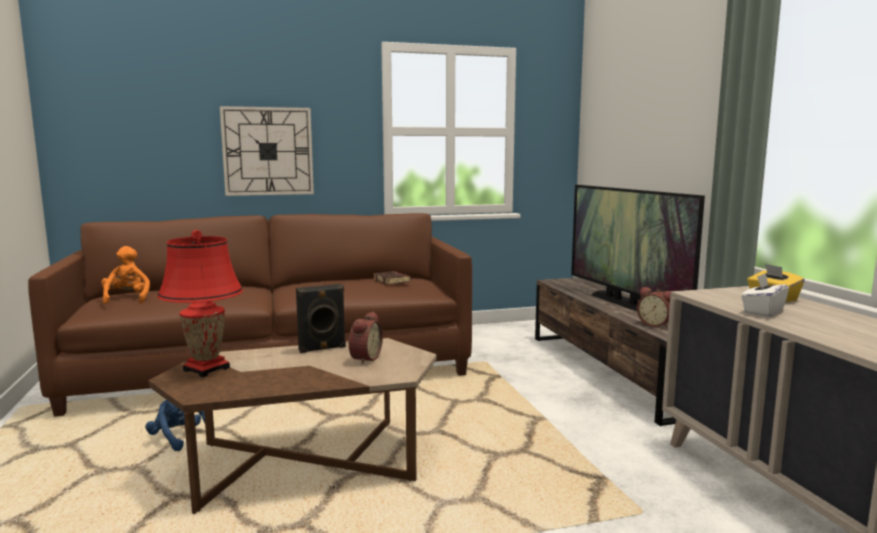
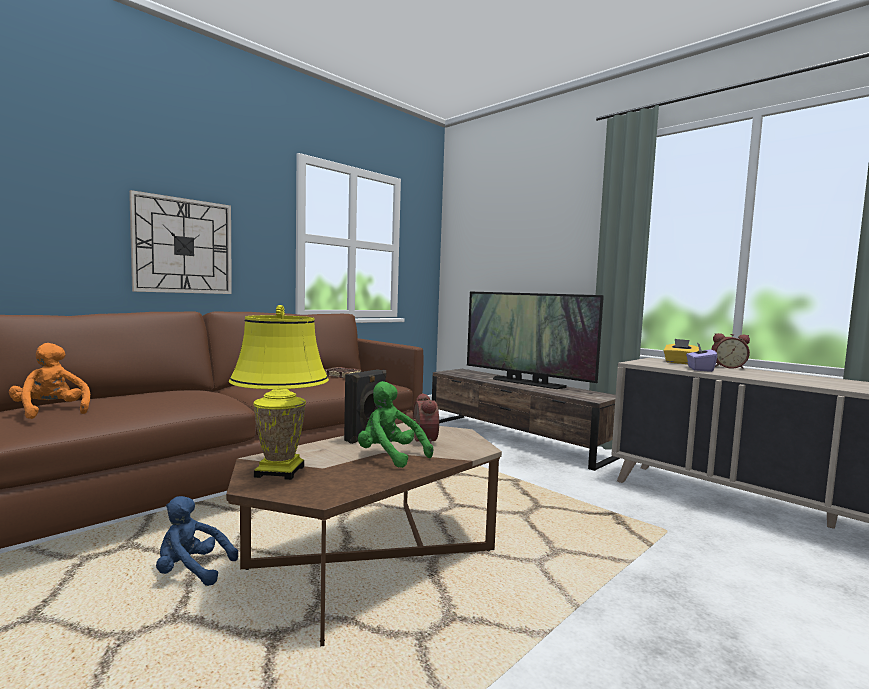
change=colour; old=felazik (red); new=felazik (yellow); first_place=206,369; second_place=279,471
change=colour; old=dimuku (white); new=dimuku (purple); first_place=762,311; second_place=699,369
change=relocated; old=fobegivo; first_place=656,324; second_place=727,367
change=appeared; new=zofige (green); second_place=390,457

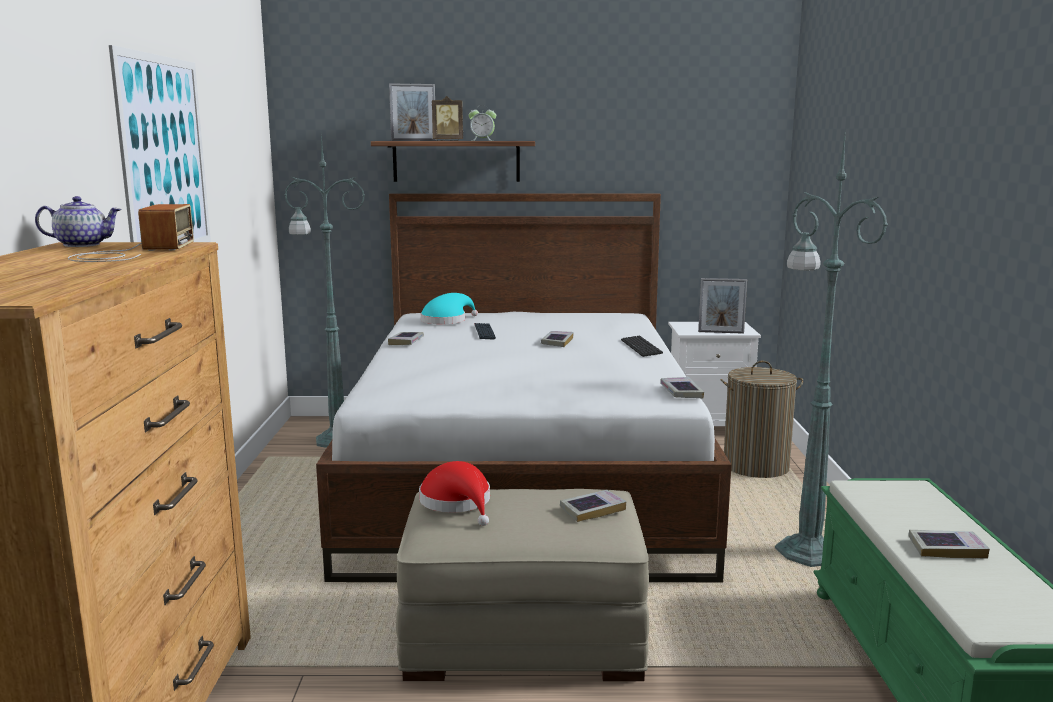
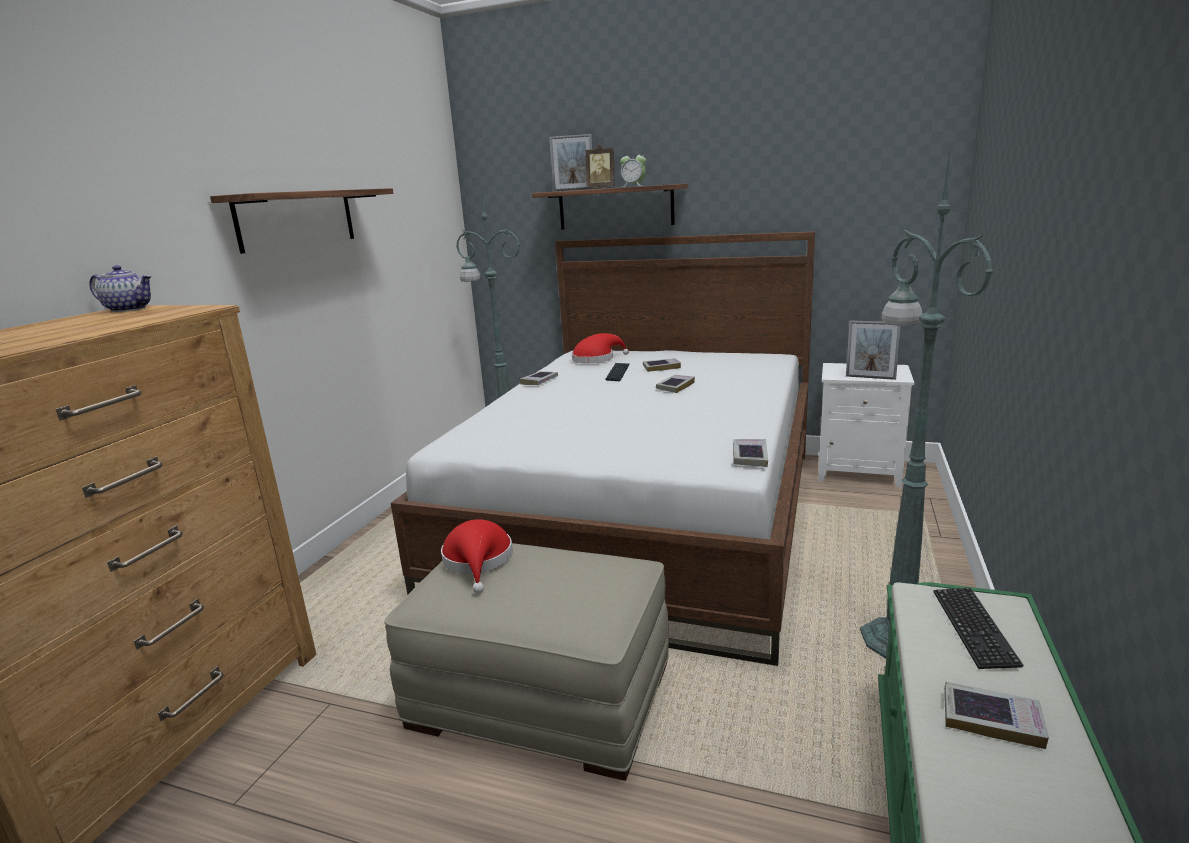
change=exchanged; old=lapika; new=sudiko; first_place=165,156; second_place=297,219
change=missing; old=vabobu; first_place=133,252
change=colour; old=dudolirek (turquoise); new=dudolirek (red); first_place=446,320; second_place=596,359
change=relocated; old=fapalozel; first_place=641,348; second_place=973,628
change=missing; old=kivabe; first_place=756,466
change=relocated; old=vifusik; first_place=592,510; second_place=661,367

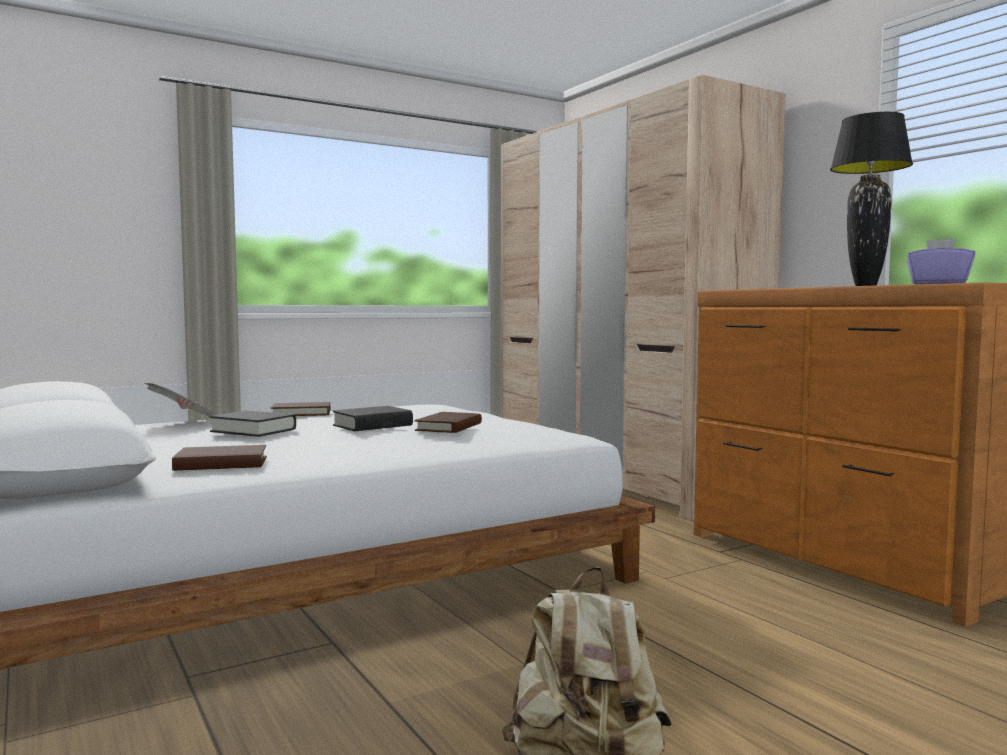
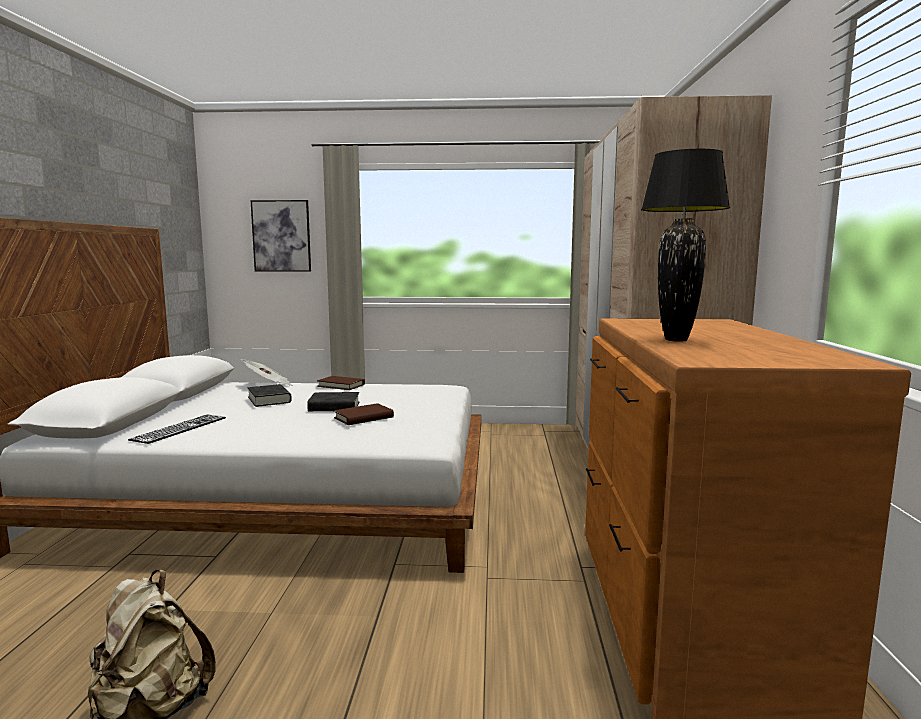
change=missing; old=dimuku (purple); first_place=938,283
change=exchanged; old=vifusik (brown); new=fapalozel; first_place=221,464; second_place=180,428
change=appeared; new=lapika; second_place=281,236

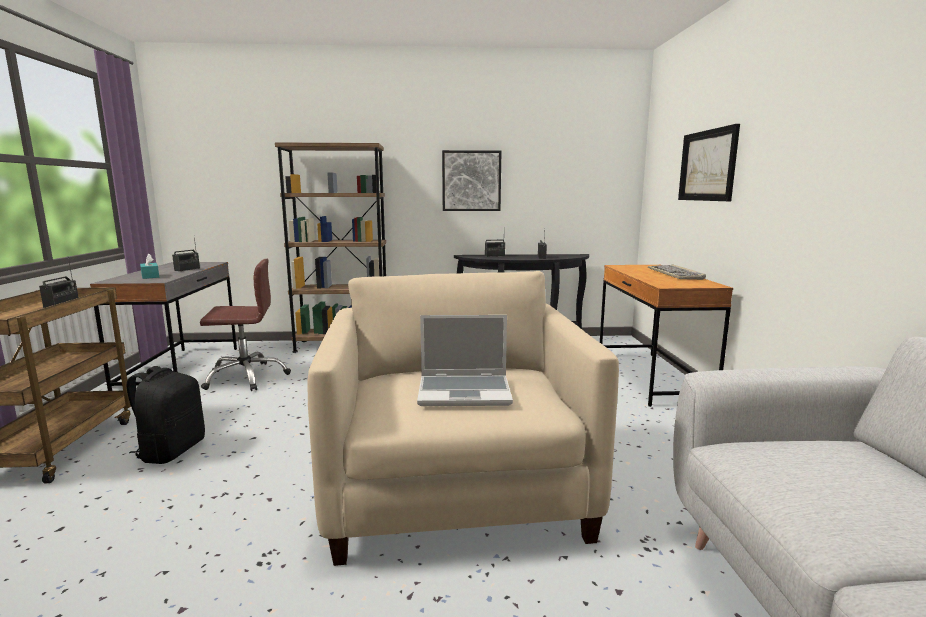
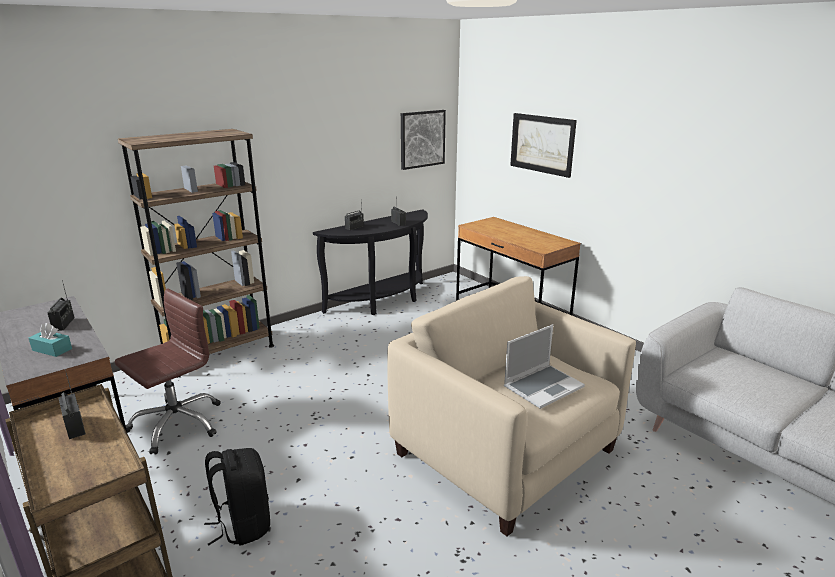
change=relocated; old=lapika; first_place=471,181; second_place=422,139
change=missing; old=fapalozel; first_place=675,274

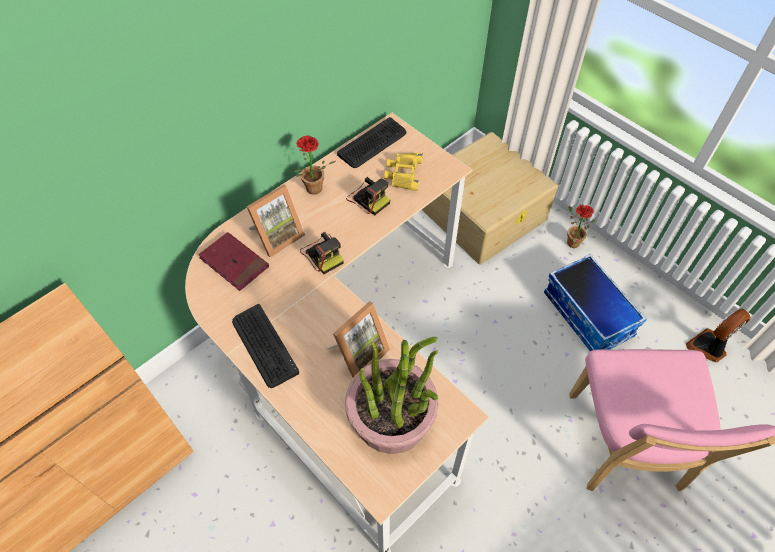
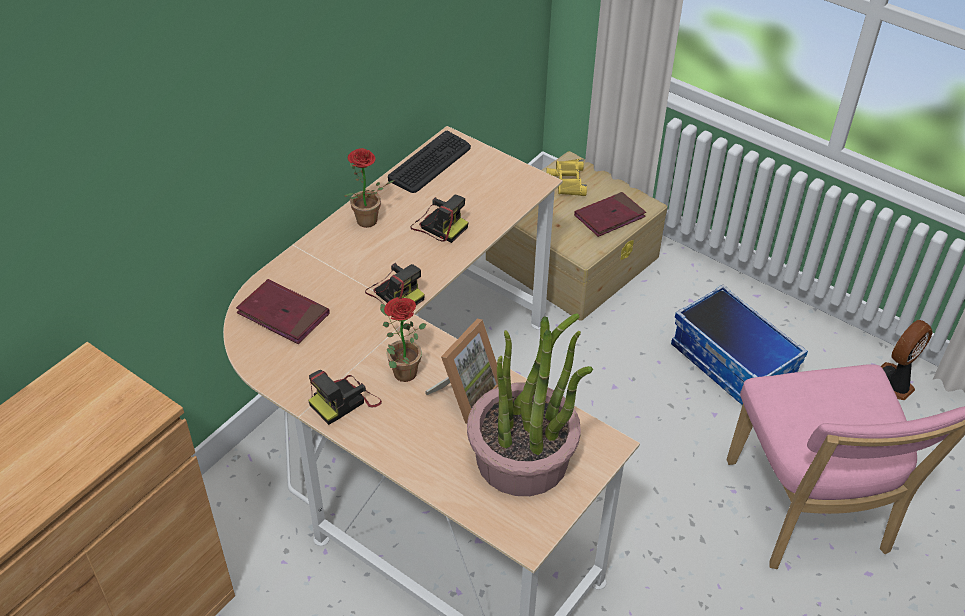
change=relocated; old=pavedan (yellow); first_place=403,173; second_place=566,181
change=missing; old=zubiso; first_place=277,236
change=relocated; old=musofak; first_place=570,241; second_place=400,370
change=exchanged; old=fapalozel; new=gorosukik; first_place=264,346; second_place=345,401
change=appeared; new=vifusik (red); second_place=609,217

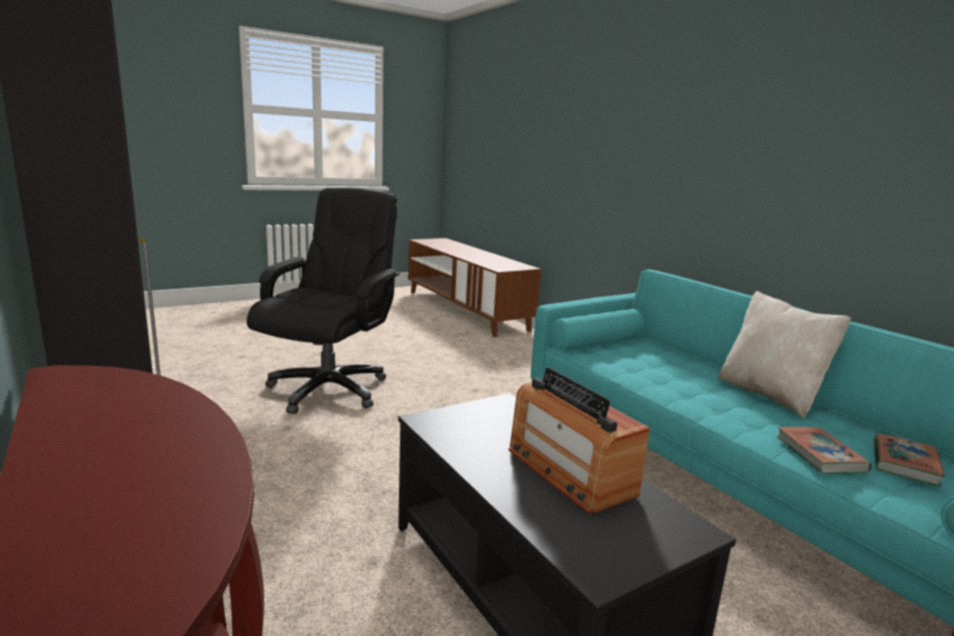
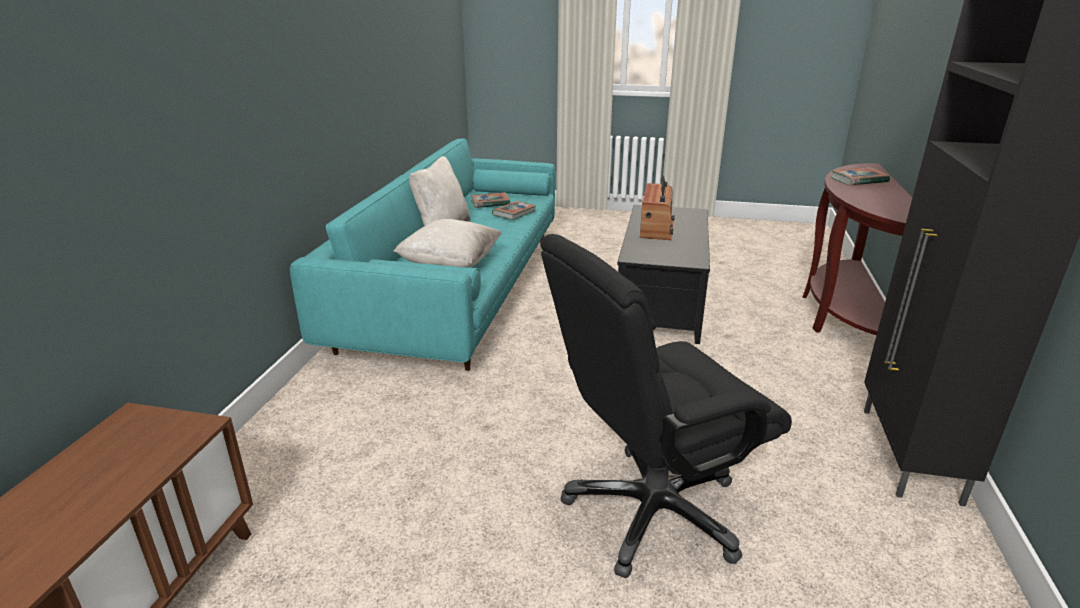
change=appeared; new=vifusik; second_place=859,180
change=appeared; new=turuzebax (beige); second_place=450,265

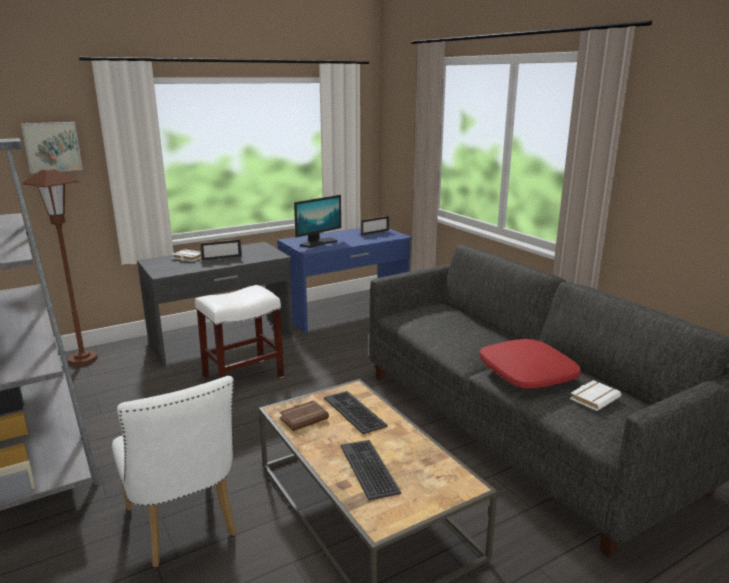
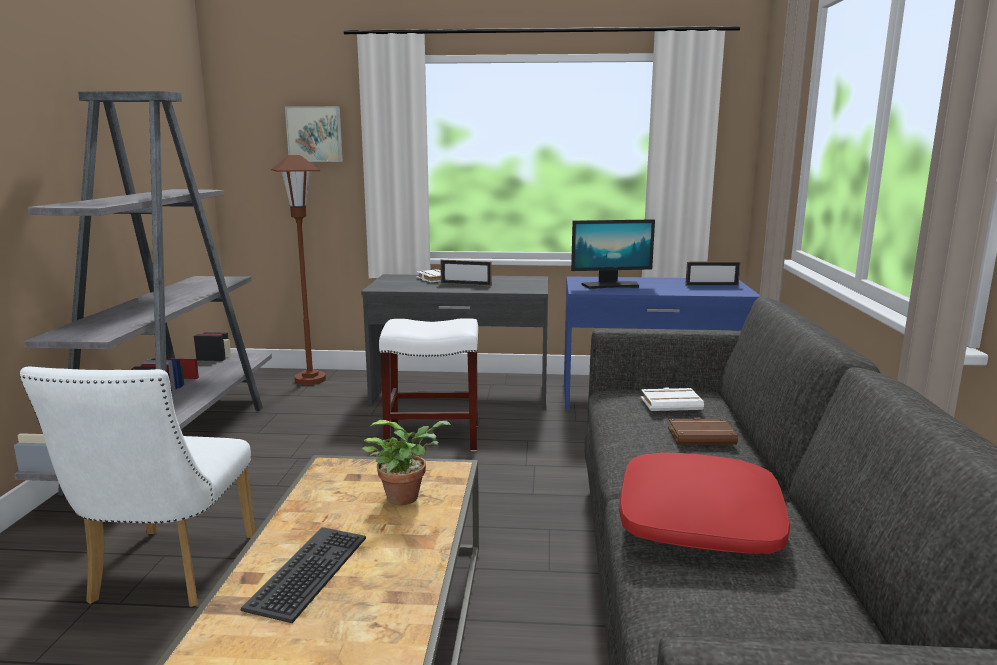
change=relocated; old=vifusik (white); first_place=594,398; second_place=671,404
change=exchanged; old=fapalozel; new=musofak; first_place=355,412; second_place=407,497
change=relocated; old=vifusik (brown); first_place=304,418; second_place=702,436

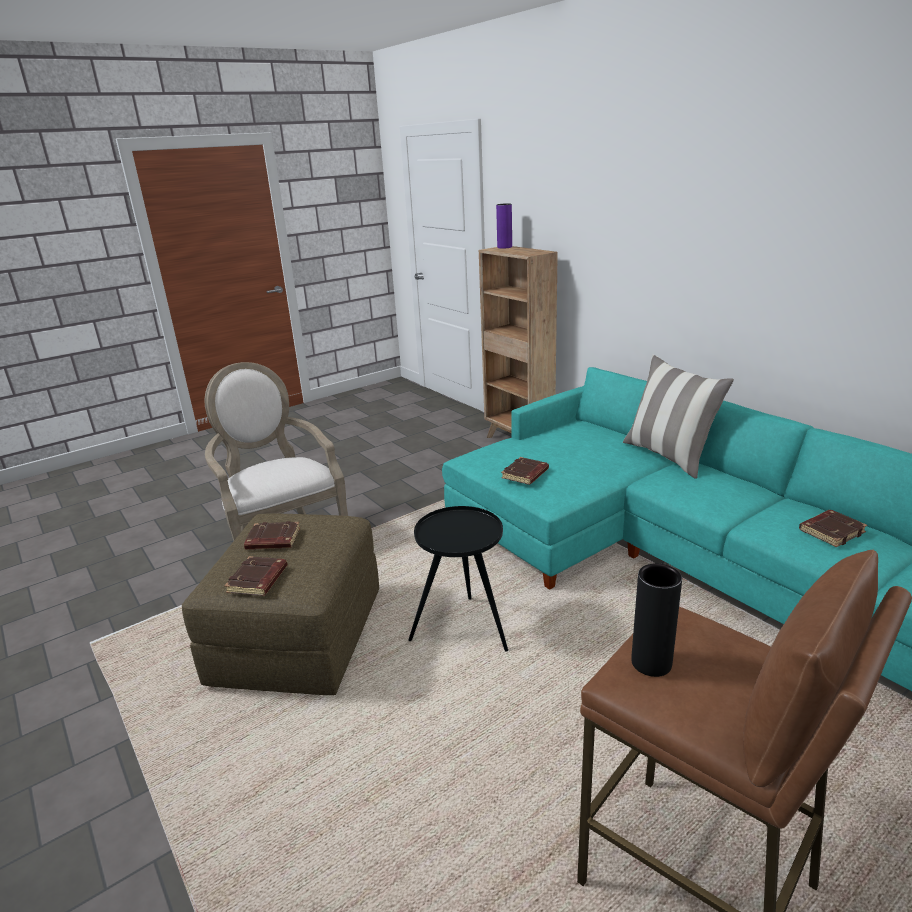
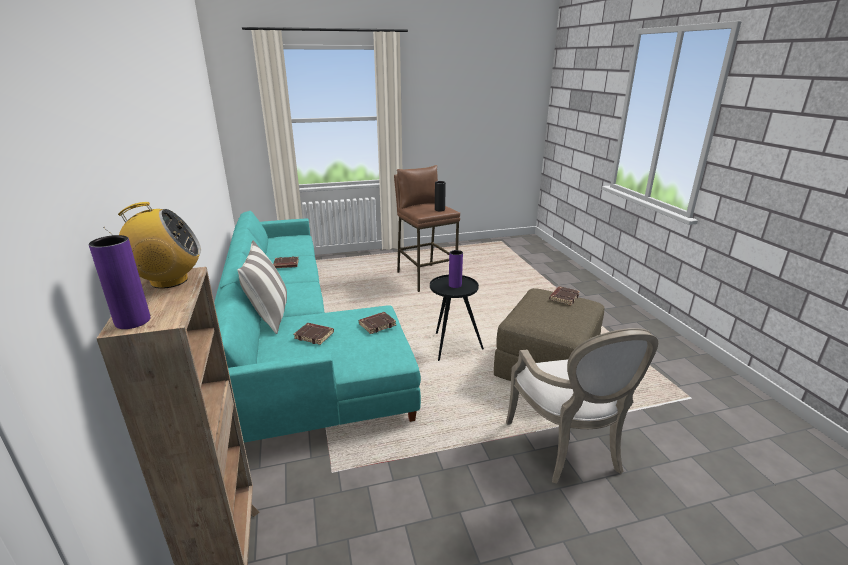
change=relocated; old=vifusik (brown); first_place=272,540; second_place=315,335
change=appeared; new=vabobu; second_place=168,281
change=appeared; new=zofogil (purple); second_place=455,285

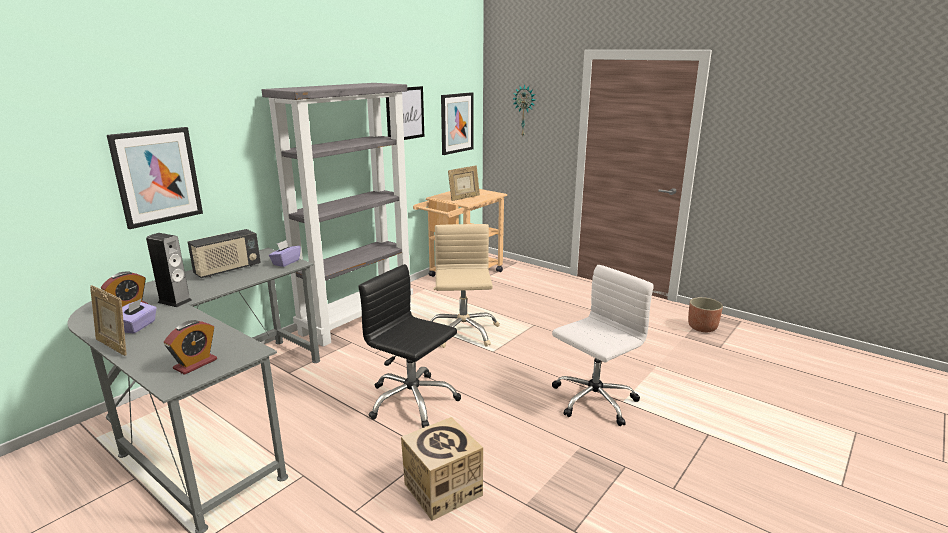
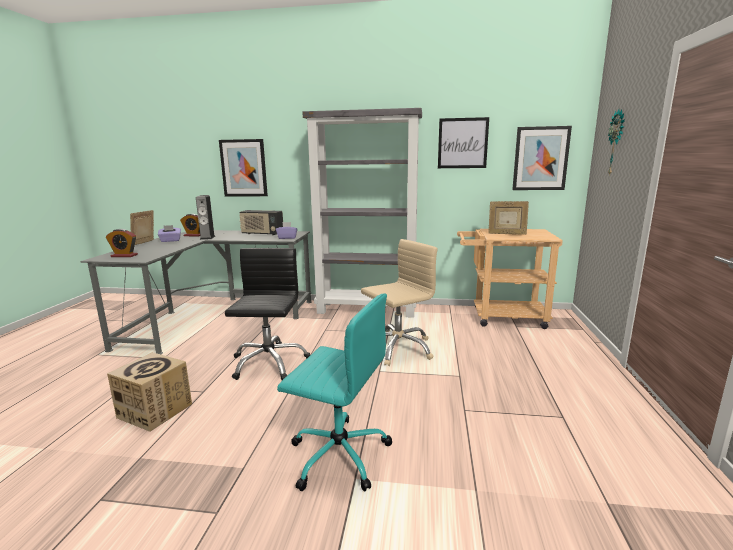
change=colour; old=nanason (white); new=nanason (turquoise); first_place=593,401; second_place=338,454
change=missing; old=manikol; first_place=702,328

